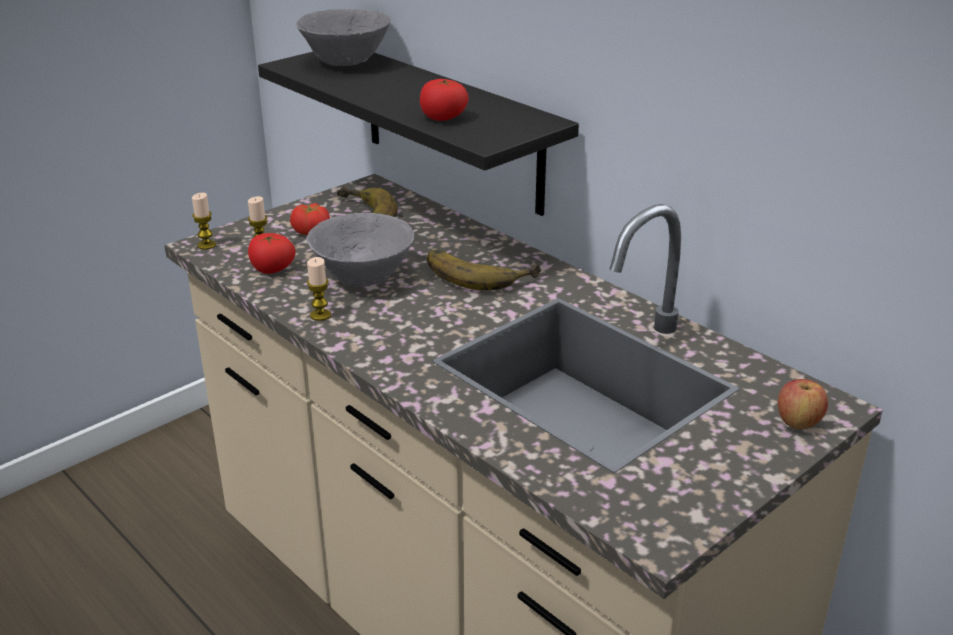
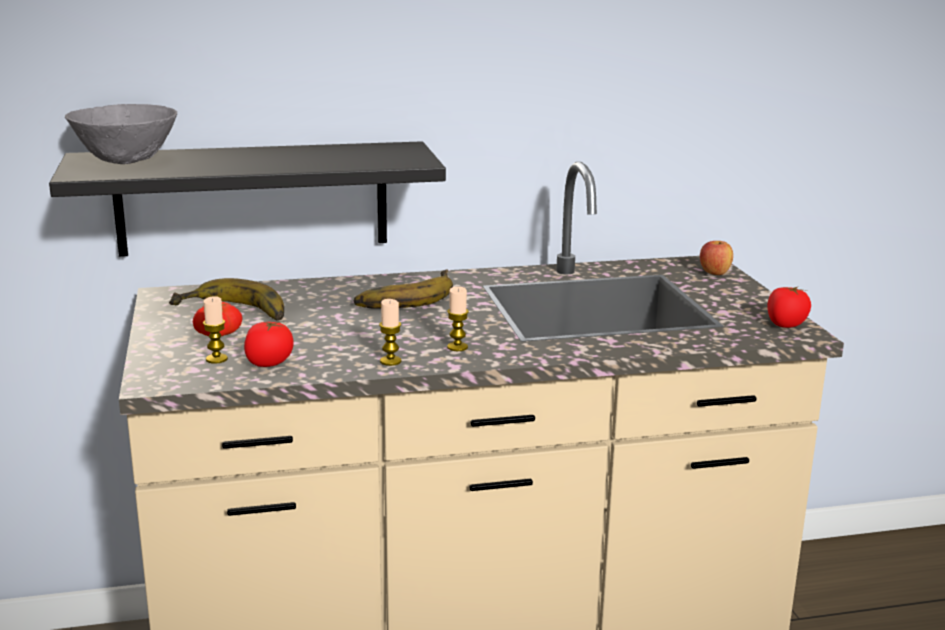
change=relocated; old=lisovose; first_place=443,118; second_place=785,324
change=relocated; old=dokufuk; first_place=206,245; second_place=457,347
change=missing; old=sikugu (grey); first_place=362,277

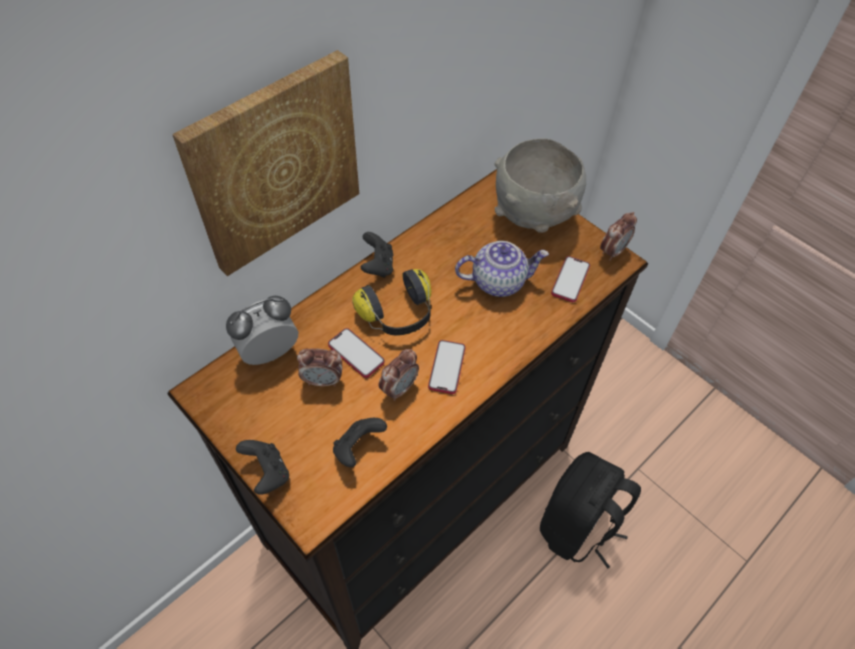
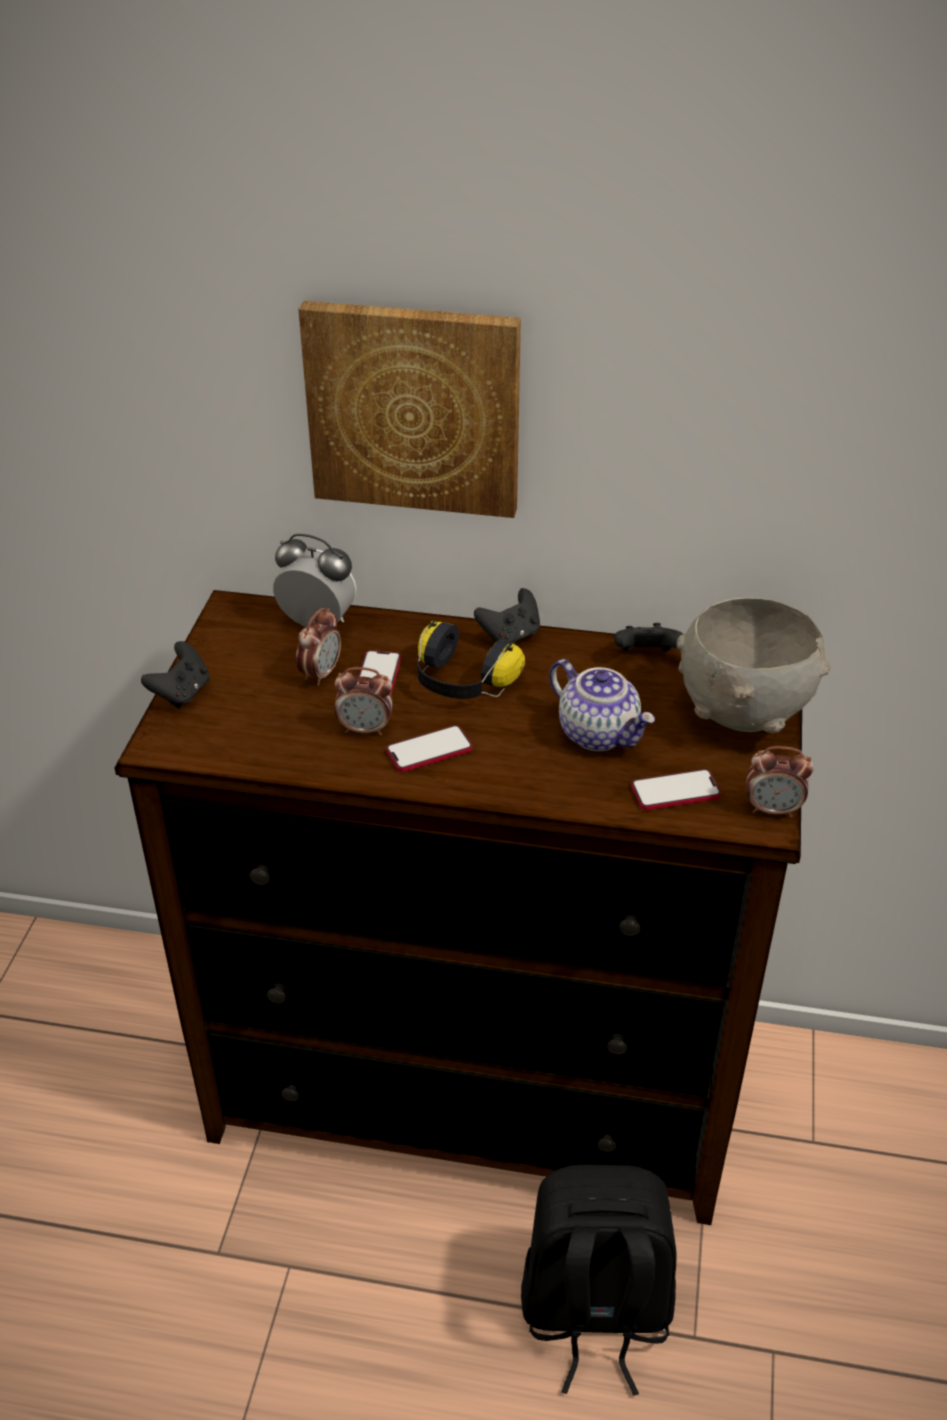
change=spun; old=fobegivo; first_place=323,380; second_place=321,673; degrees=-120
change=relocated; old=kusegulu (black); first_place=358,448; second_place=646,656

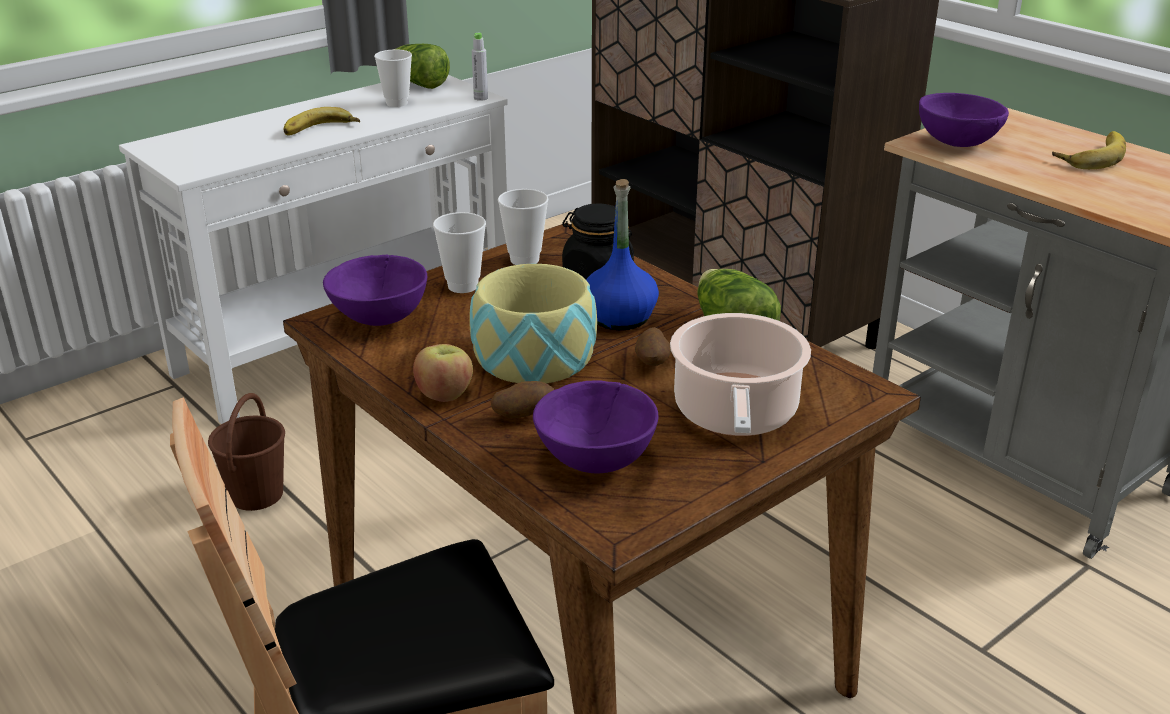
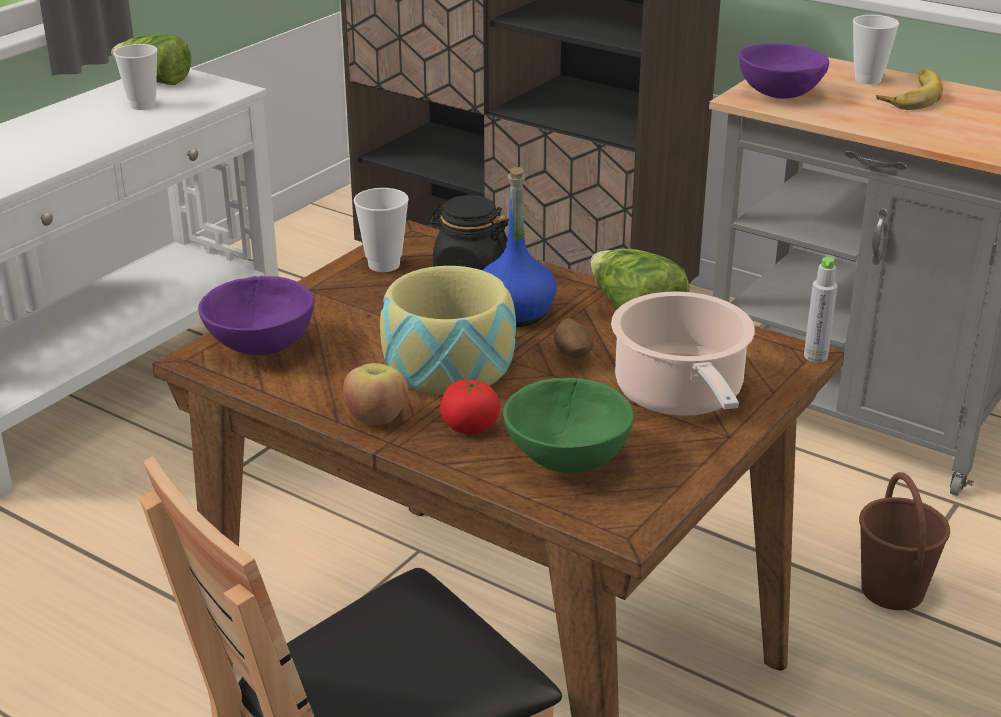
change=relocated; old=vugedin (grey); first_place=480,98; second_place=815,356
change=missing; old=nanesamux; first_place=321,130
change=relocated; old=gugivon; first_place=463,286; second_place=868,79
change=colour; old=sikugu (purple); new=sikugu (green); first_place=593,460; second_place=565,461
change=exchanged; old=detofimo; new=lisovose; first_place=523,415; second_place=470,427
change=relocated; old=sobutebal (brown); first_place=257,494; second_place=892,589

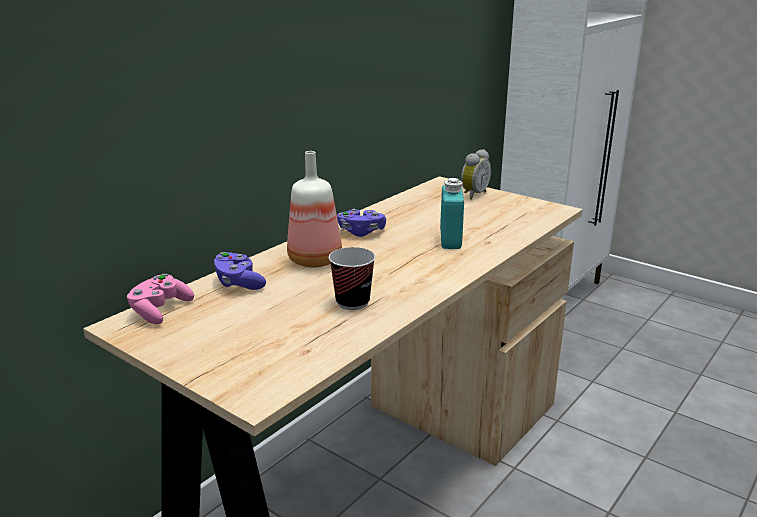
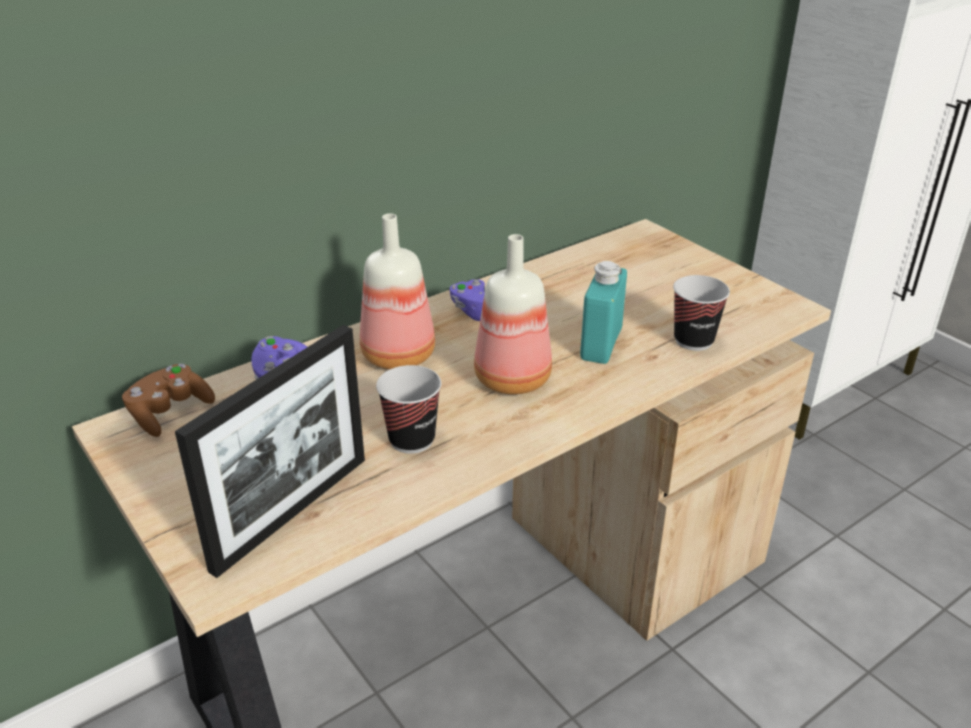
change=missing; old=fobegivo; first_place=473,195
change=colour; old=kusegulu (pink); new=kusegulu (brown); first_place=160,311; second_place=170,413
change=appeared; new=vugedin; second_place=510,378
change=appeared; new=gugivon; second_place=693,340
change=appeared; new=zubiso; second_place=292,512

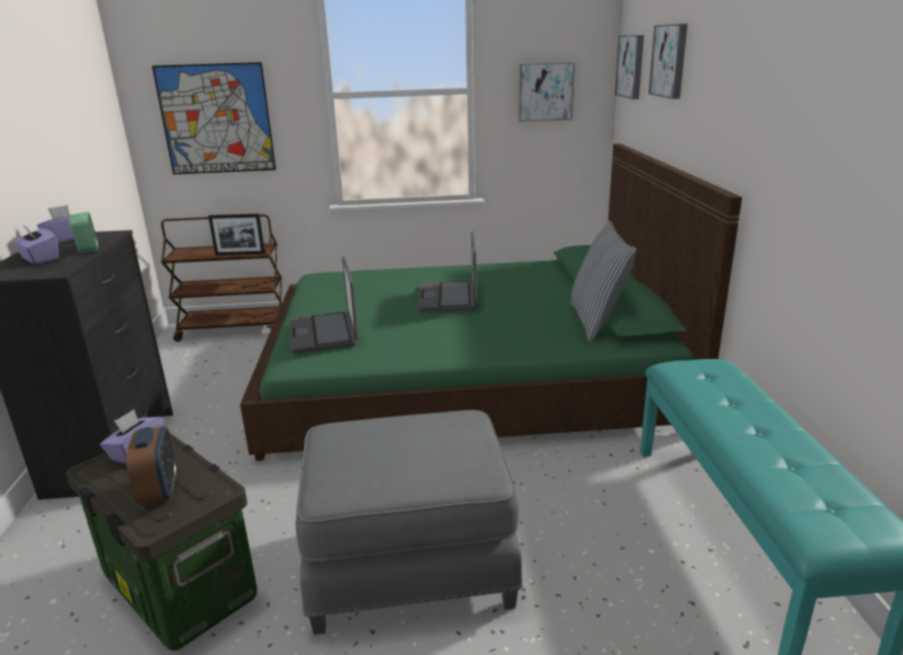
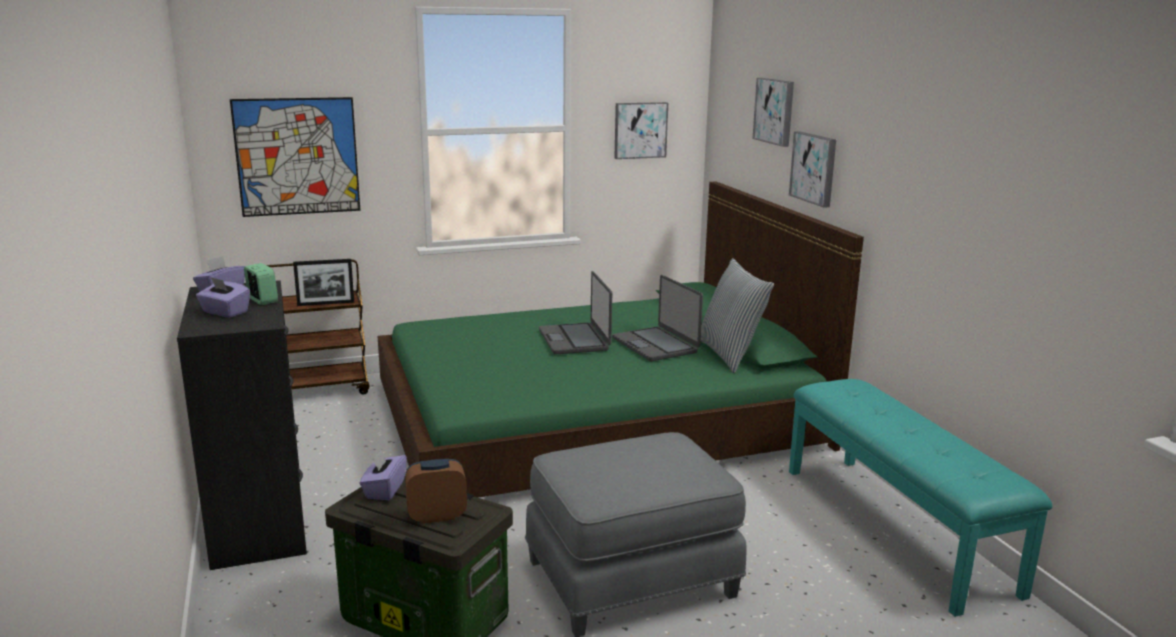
change=relocated; old=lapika; first_place=631,66; second_place=814,168
change=relocated; old=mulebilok; first_place=324,333; second_place=656,345
change=spun; old=fobegivo; first_place=159,491; second_place=437,516; degrees=-75

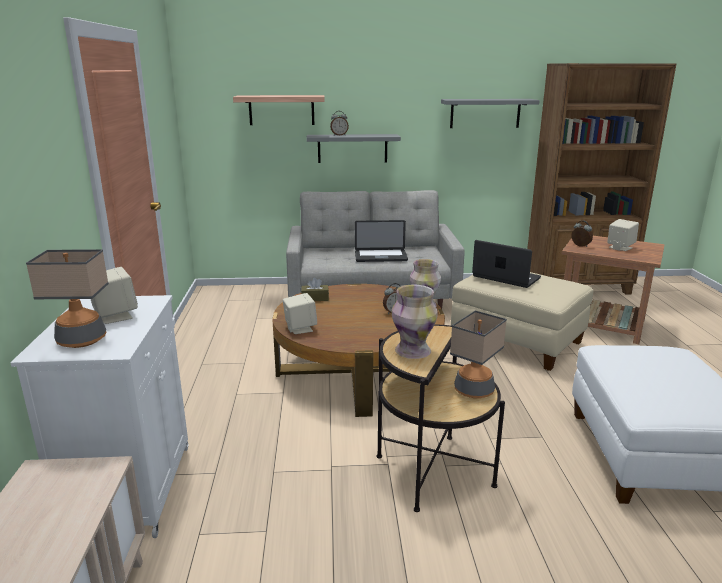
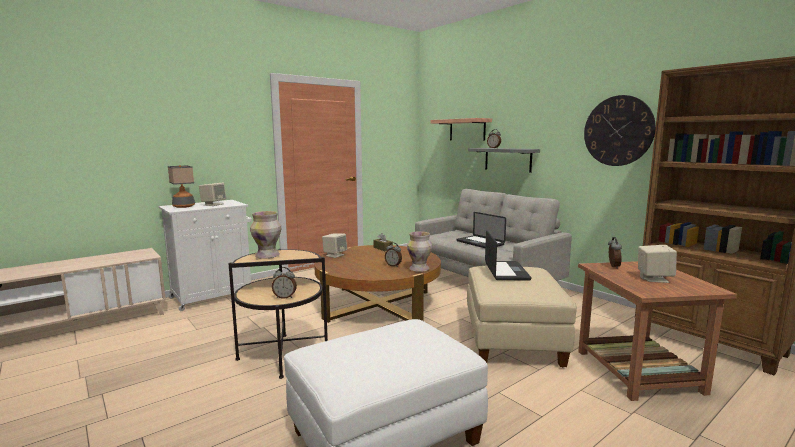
change=exchanged; old=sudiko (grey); new=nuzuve; first_place=485,113; second_place=618,131
change=exchanged; old=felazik; new=fobegivo; first_place=474,391; second_place=285,297

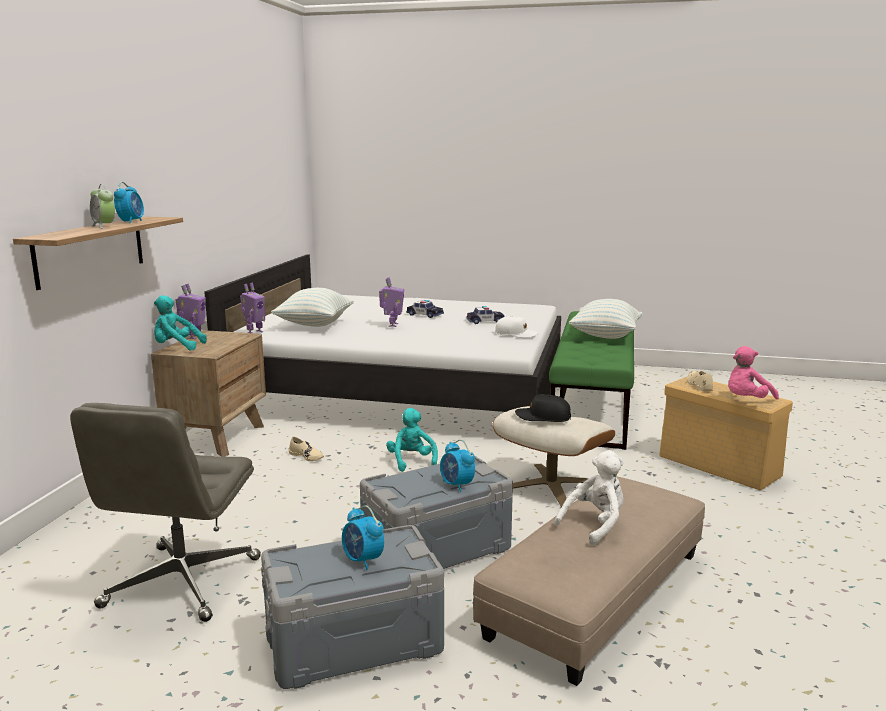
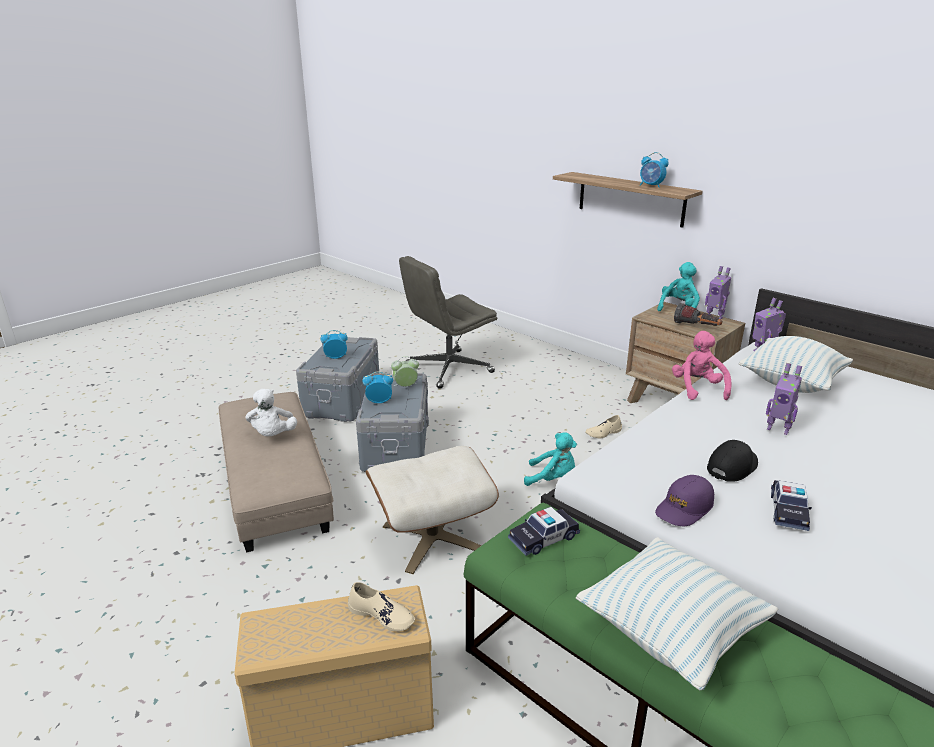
change=relocated; old=fobegivo; first_place=104,226; second_place=405,387
change=relocated; old=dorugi; first_place=425,315; second_place=543,538
change=colour; old=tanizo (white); new=tanizo (purple); first_place=516,334; second_place=684,508
change=relocated; old=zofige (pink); first_place=746,400; second_place=698,388
change=relocated; old=tanizo (black); first_place=543,417; second_place=732,467
change=spun; old=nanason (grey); first_place=181,583; second_place=448,369; degrees=-75
change=appeared; new=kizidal; second_place=696,327

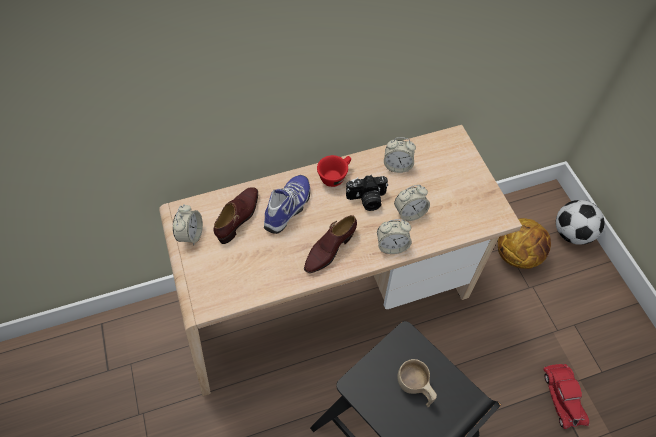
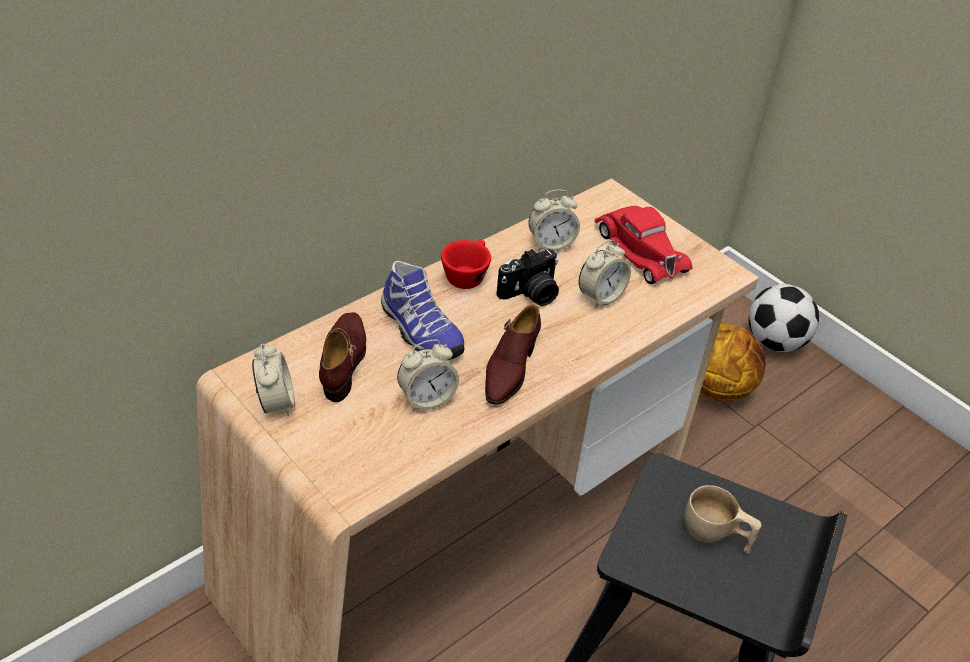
change=spun; old=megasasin; first_place=289,208; second_place=418,331; degrees=135
change=relocated; old=fobegivo; first_place=392,246; second_place=427,398
change=relocated; old=dorugi (red); first_place=563,396; second_place=639,250

